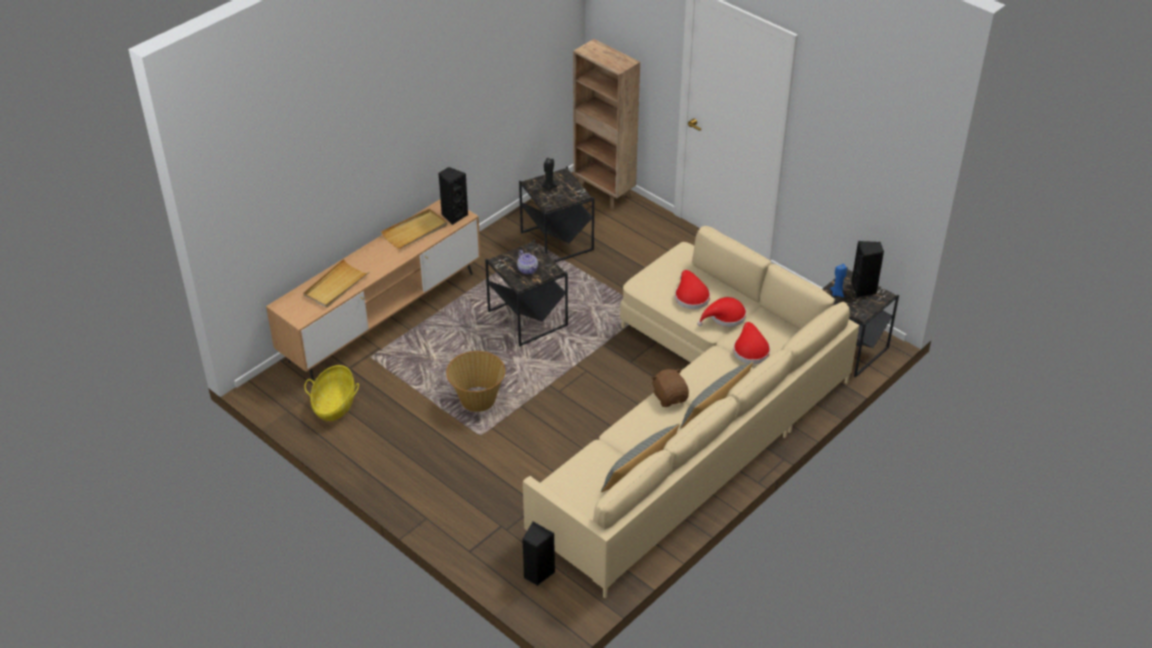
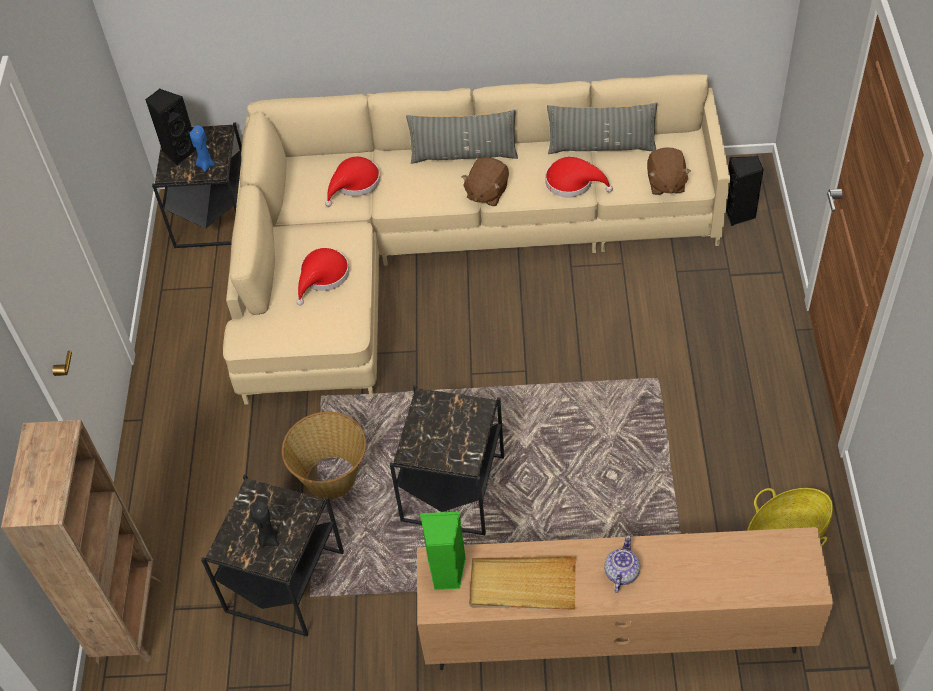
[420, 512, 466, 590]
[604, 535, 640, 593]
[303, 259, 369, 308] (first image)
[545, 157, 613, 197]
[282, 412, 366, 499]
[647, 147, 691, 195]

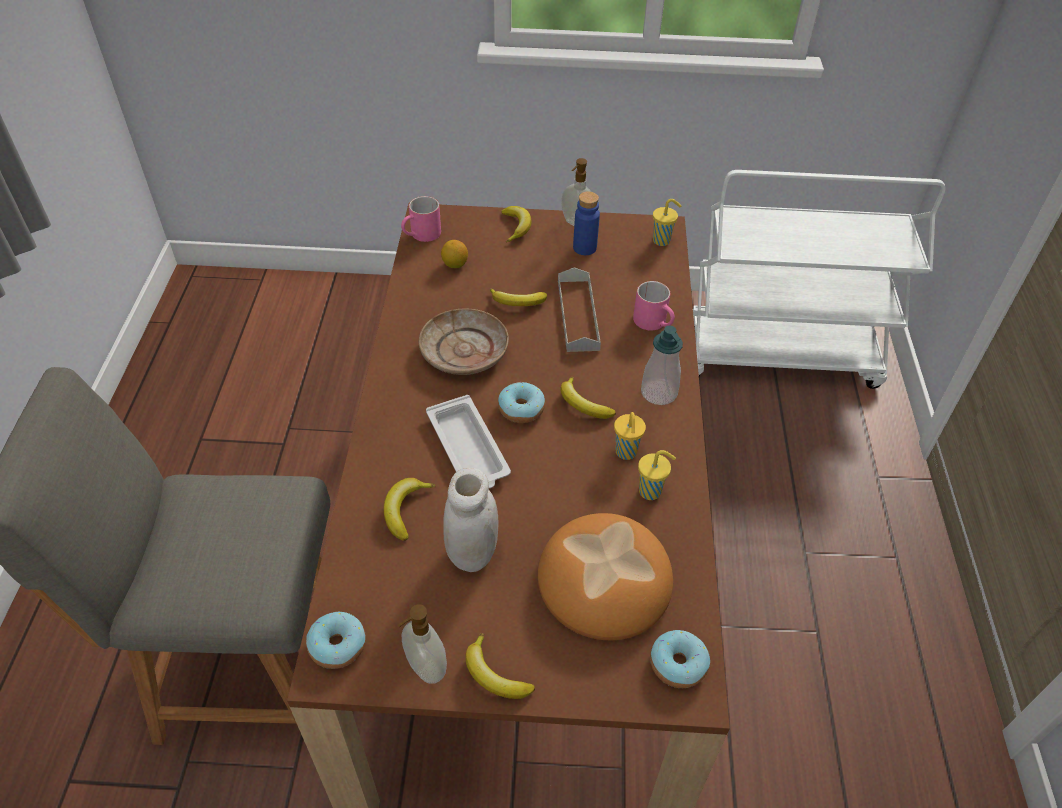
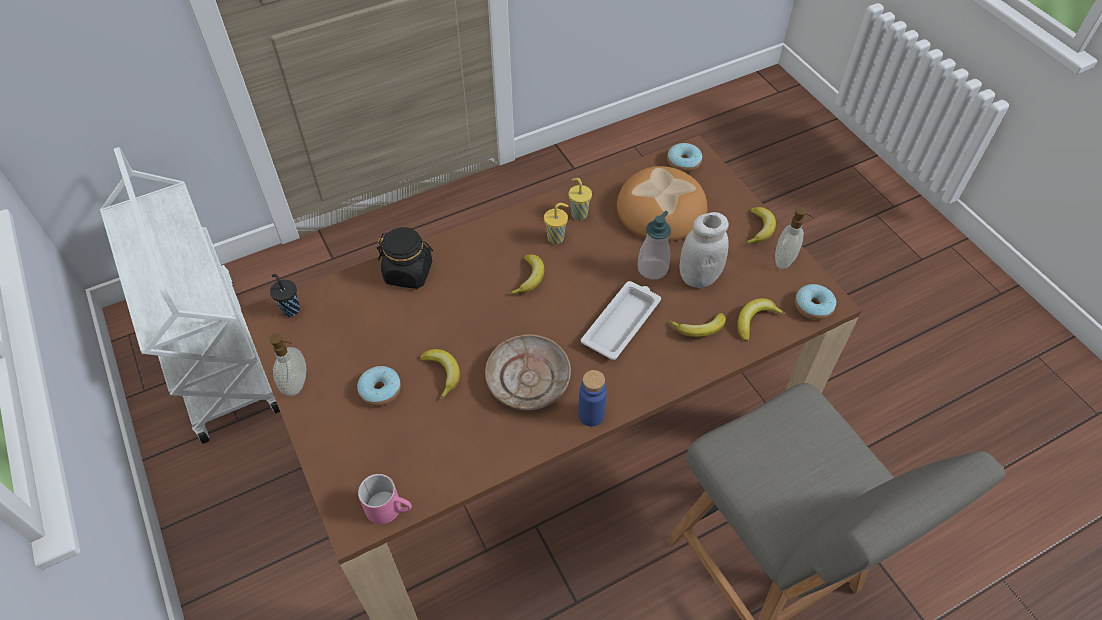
[578, 370, 607, 426]
[270, 274, 300, 317]
[737, 298, 785, 341]
[441, 240, 468, 268] (first image)
[558, 267, 601, 352] (first image)
[377, 227, 433, 289]
[637, 211, 671, 280]
[357, 366, 401, 406]

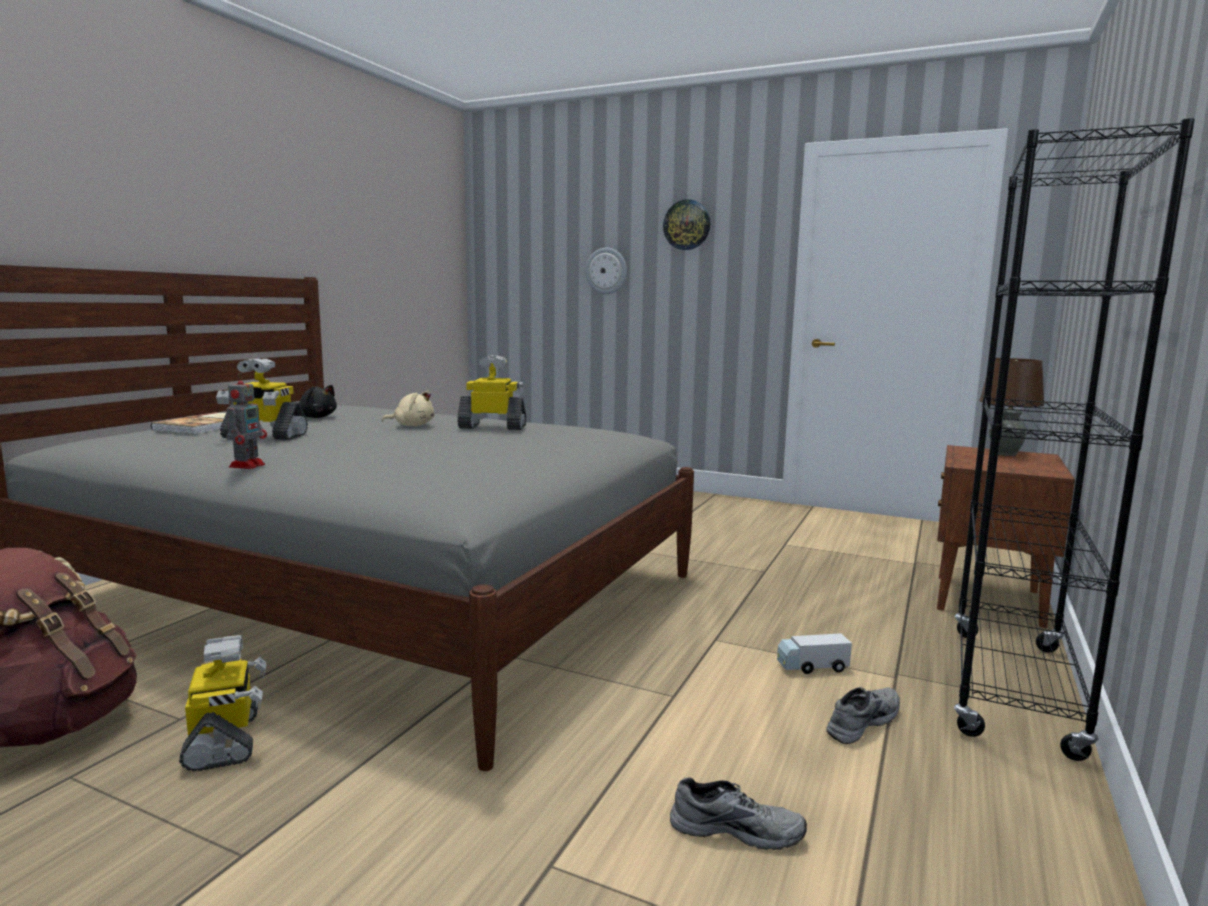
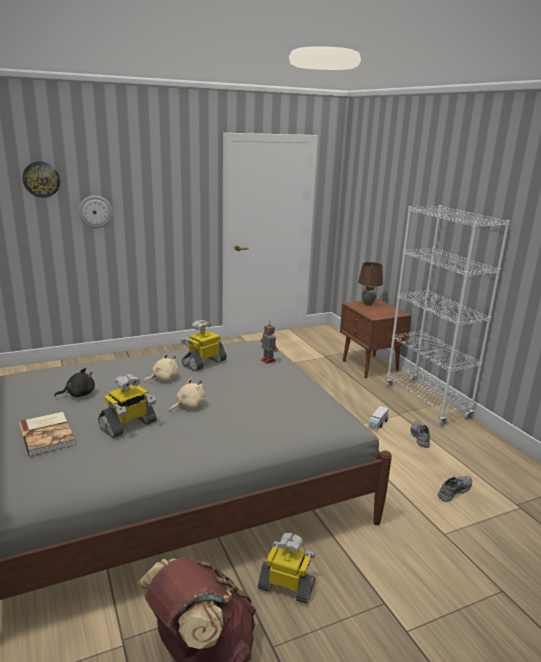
[386, 205, 510, 426]
[22, 162, 60, 198]
[261, 322, 278, 364]
[169, 378, 205, 412]

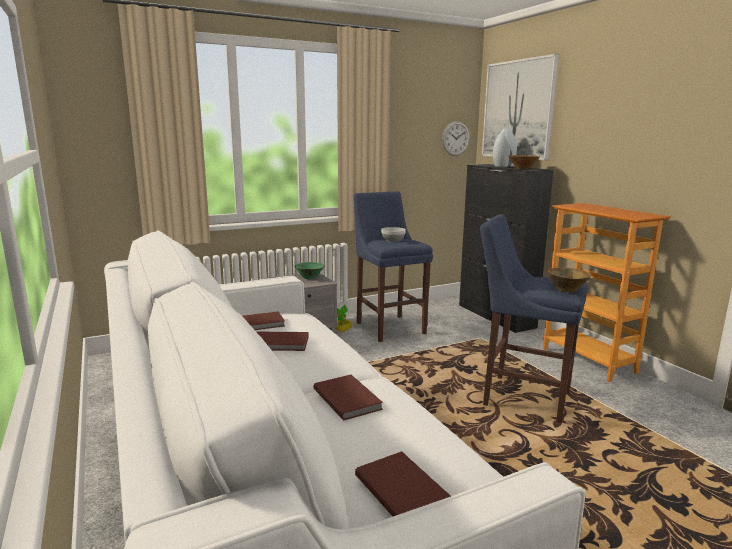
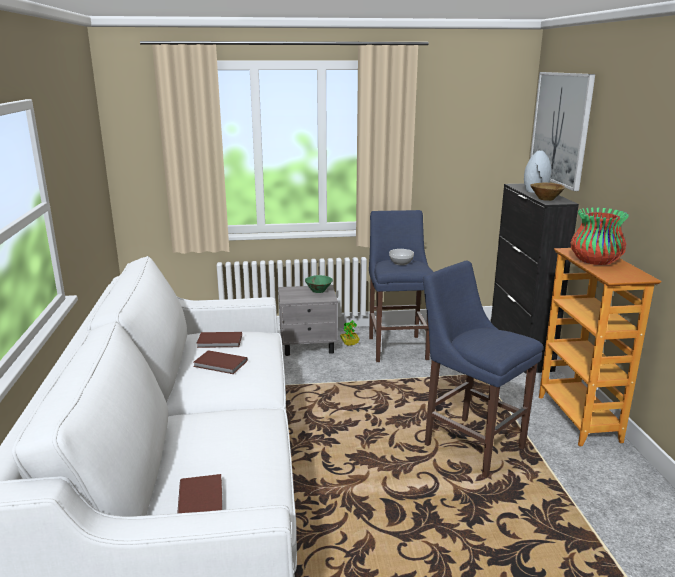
[442, 121, 470, 156] (first image)
[548, 268, 591, 292] (first image)
[314, 375, 383, 420] (first image)
[571, 208, 629, 265]

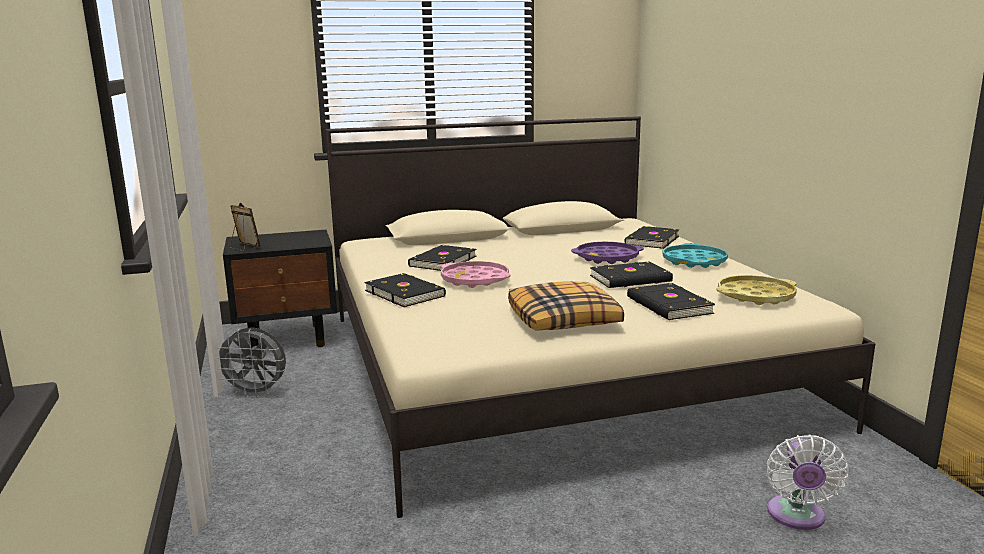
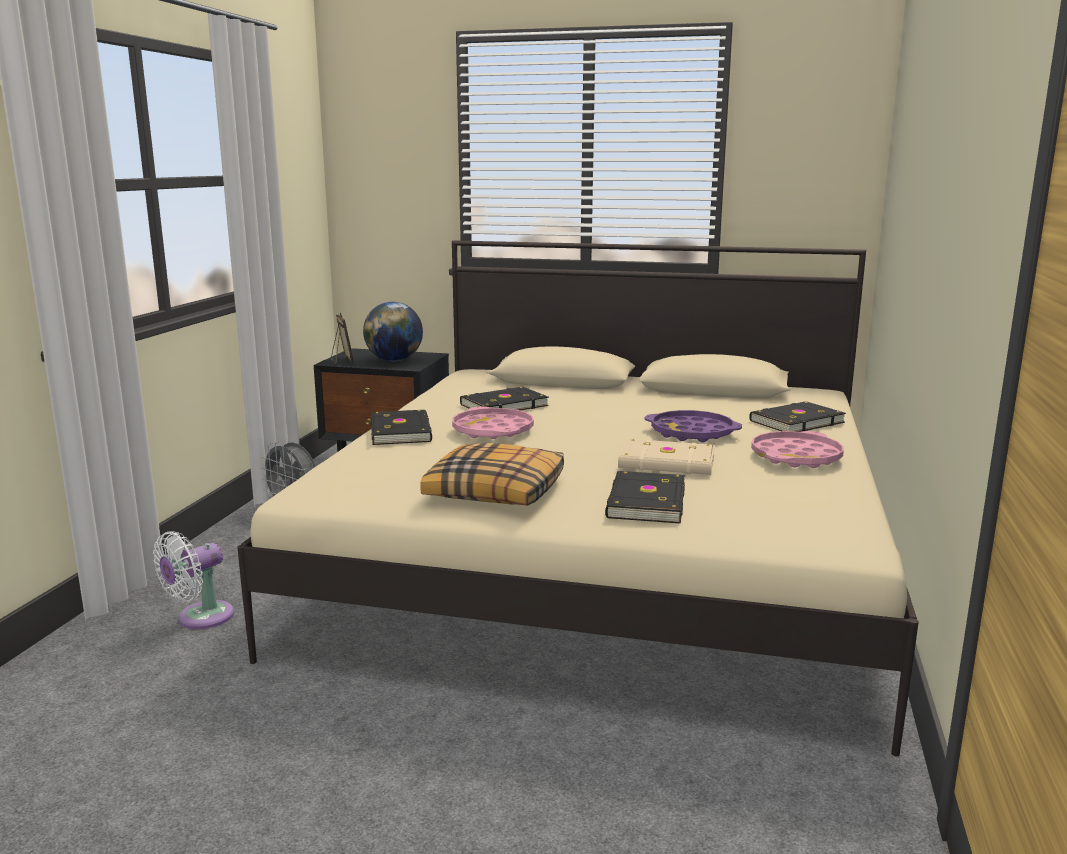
[751, 431, 844, 468]
[618, 439, 715, 475]
[716, 275, 797, 305] (first image)
[153, 531, 234, 629]
[363, 302, 423, 361]

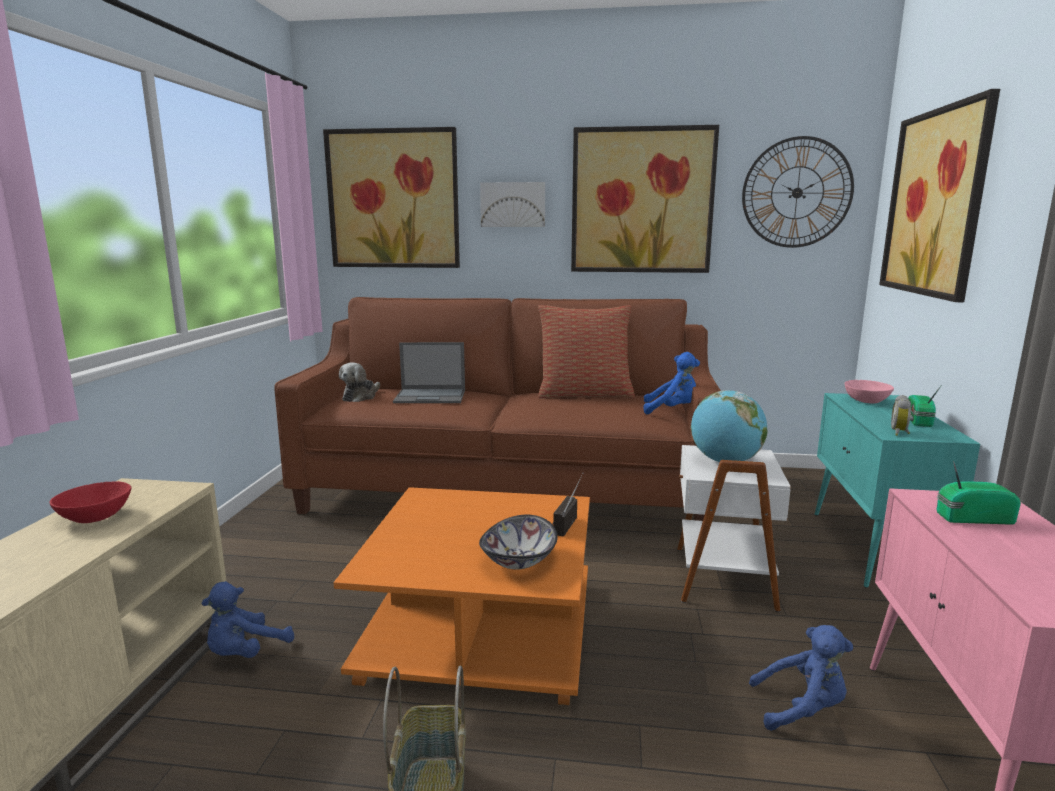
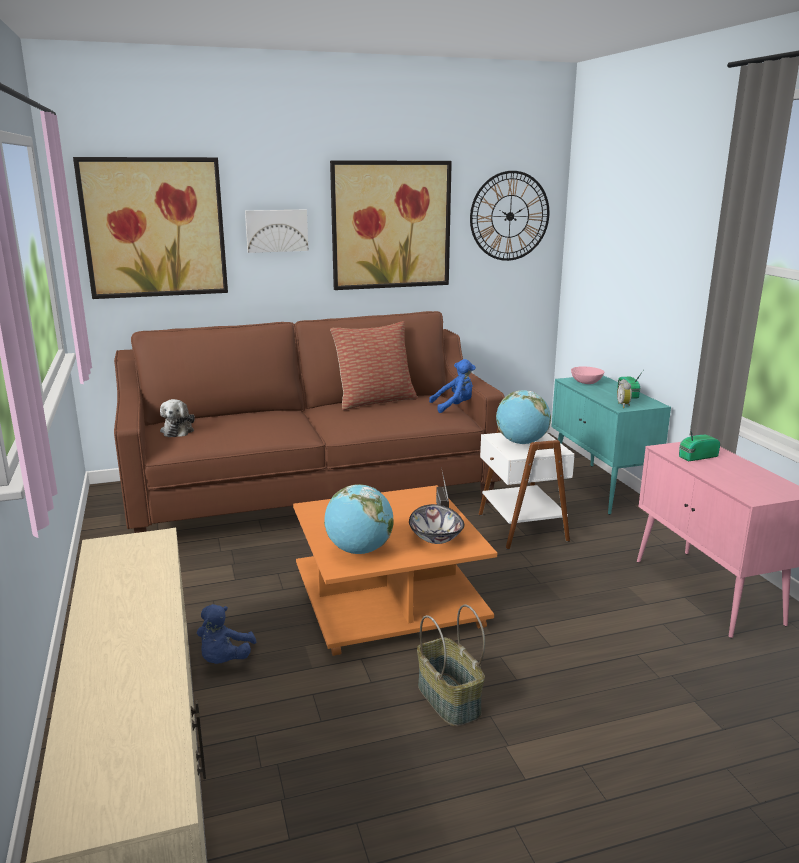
[879, 89, 1000, 302] (first image)
[393, 342, 465, 403] (first image)
[50, 481, 132, 523] (first image)
[749, 625, 853, 731] (first image)
[324, 484, 394, 554]

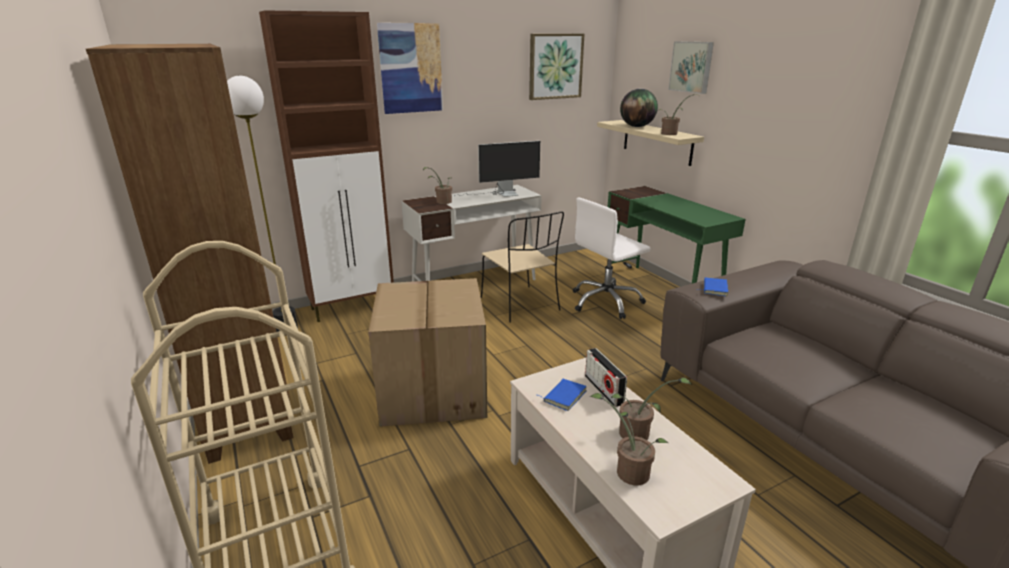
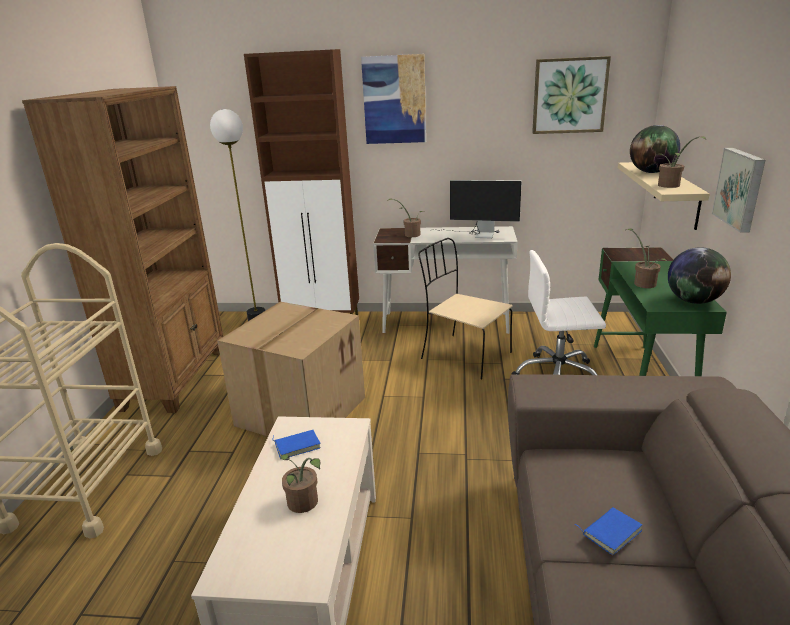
[712, 148, 765, 233]
[418, 238, 513, 379]
[574, 507, 642, 555]
[585, 348, 627, 407] (first image)
[626, 228, 668, 288]
[668, 247, 731, 304]

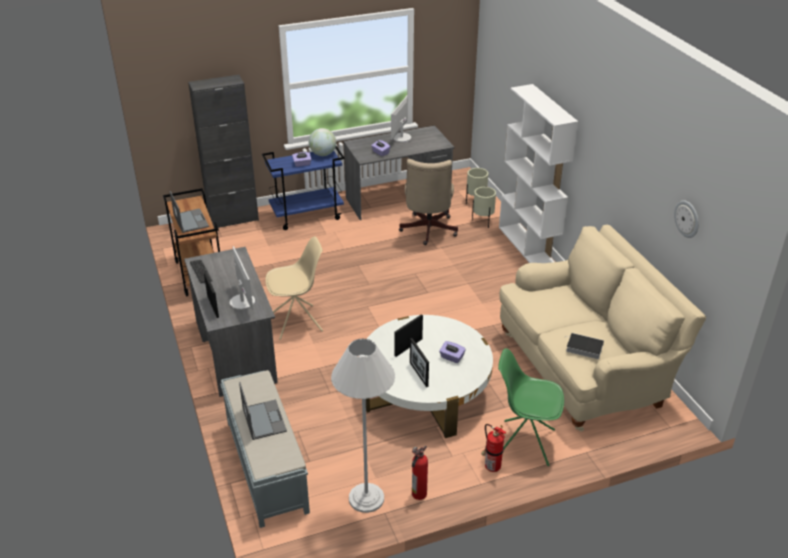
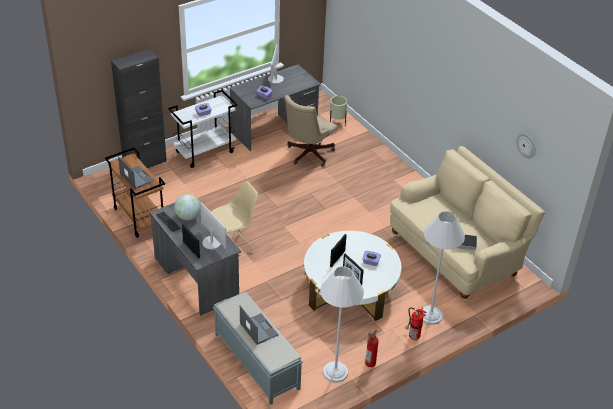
[499, 84, 578, 263] (first image)
[174, 194, 201, 220]
[168, 90, 238, 168]
[284, 95, 337, 166]
[472, 187, 496, 228] (first image)
[422, 211, 465, 325]

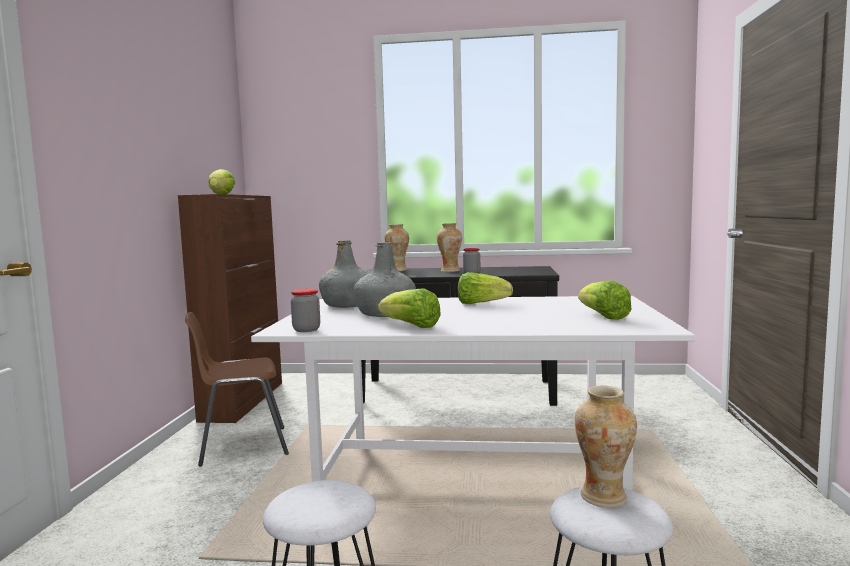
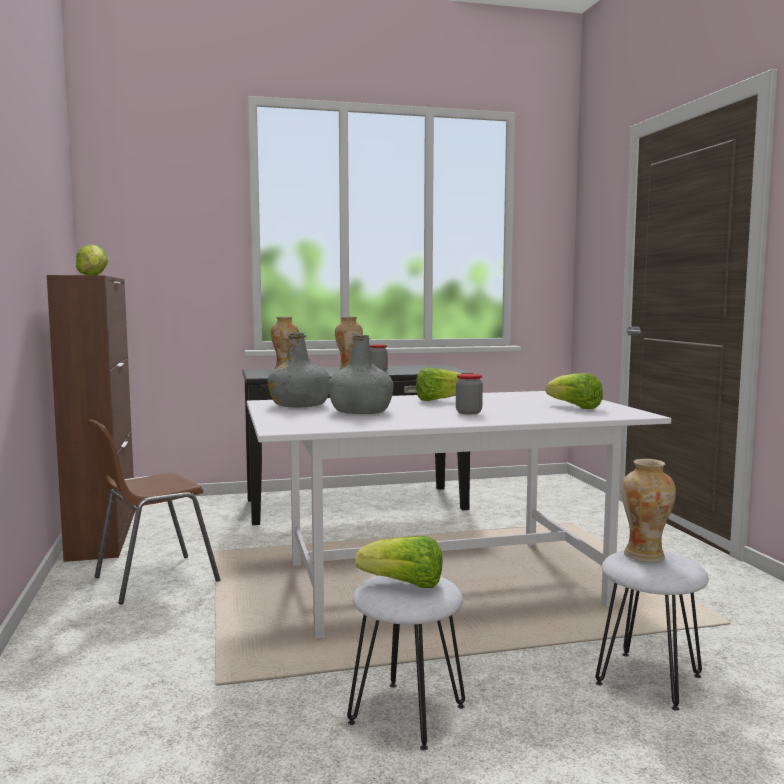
[456, 373, 483, 414]
[355, 536, 442, 588]

